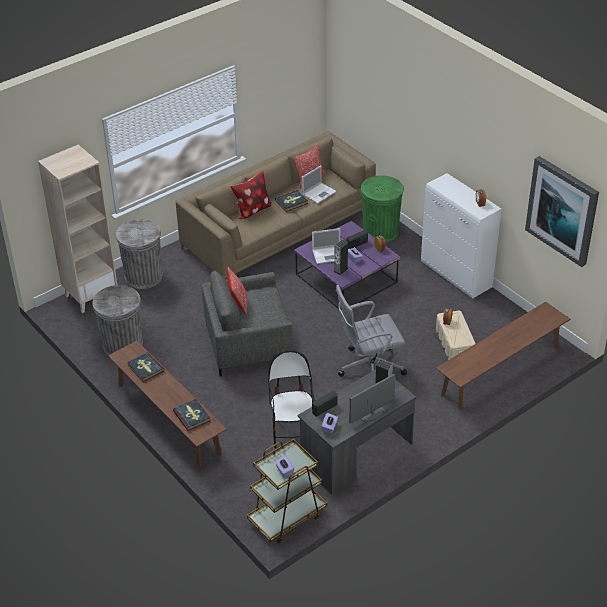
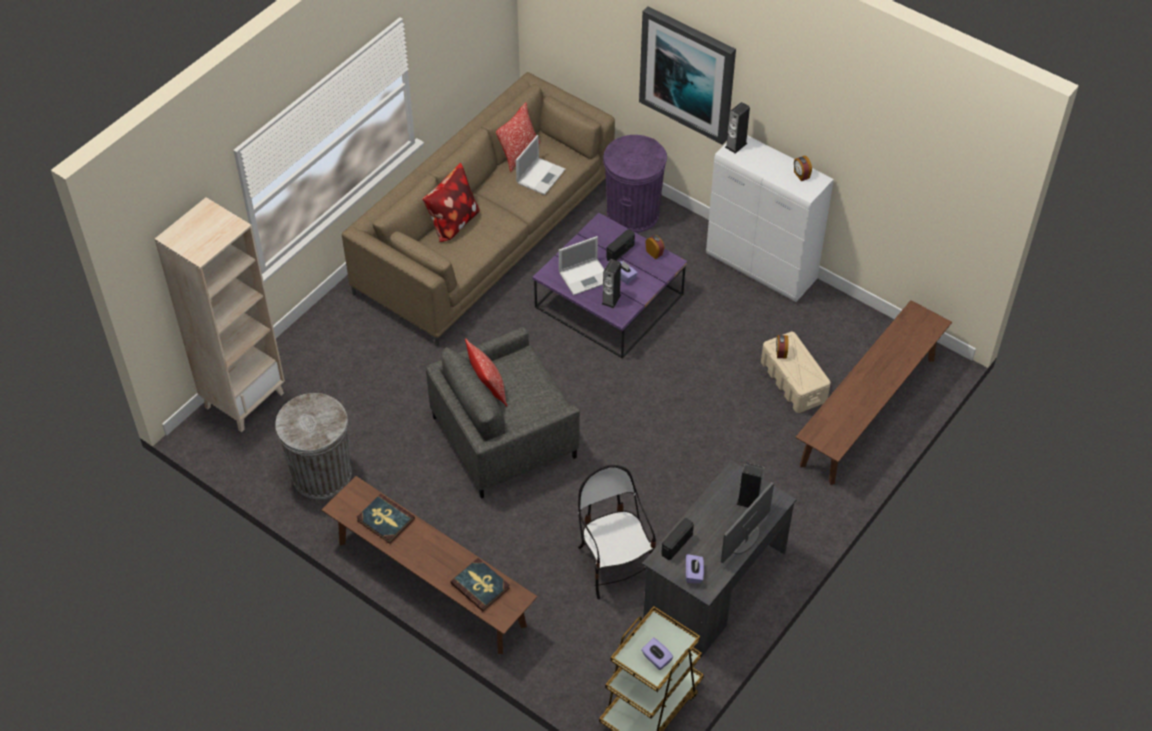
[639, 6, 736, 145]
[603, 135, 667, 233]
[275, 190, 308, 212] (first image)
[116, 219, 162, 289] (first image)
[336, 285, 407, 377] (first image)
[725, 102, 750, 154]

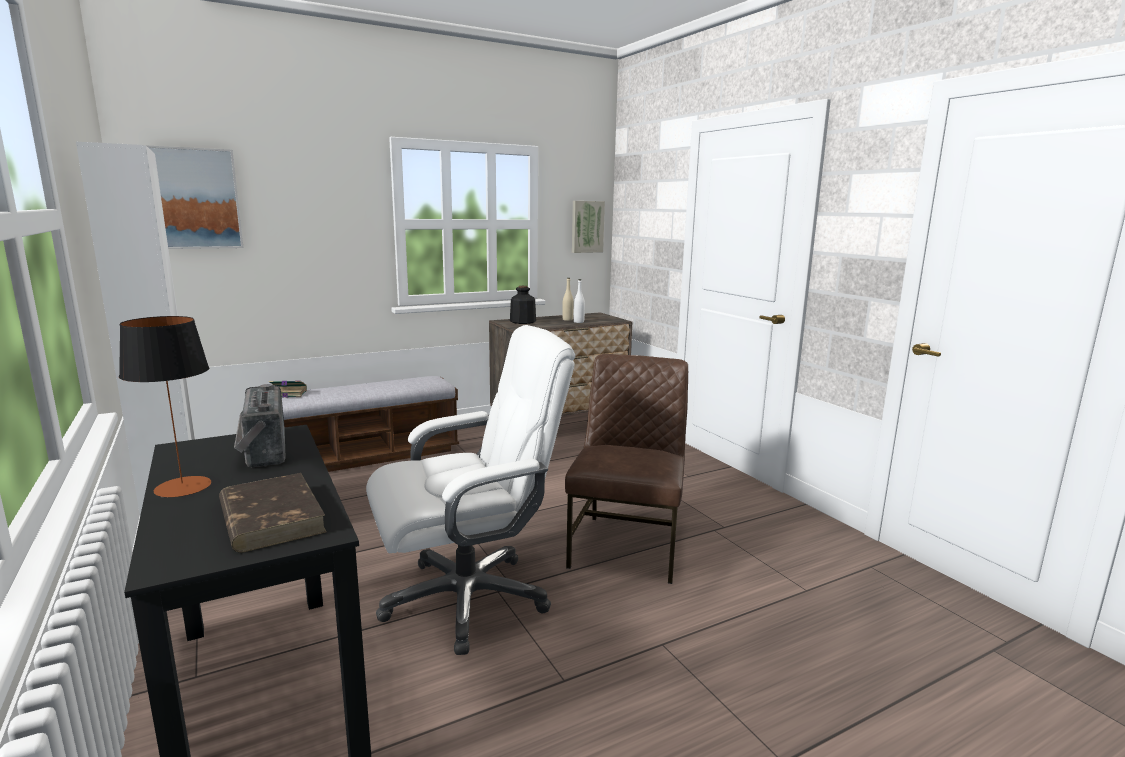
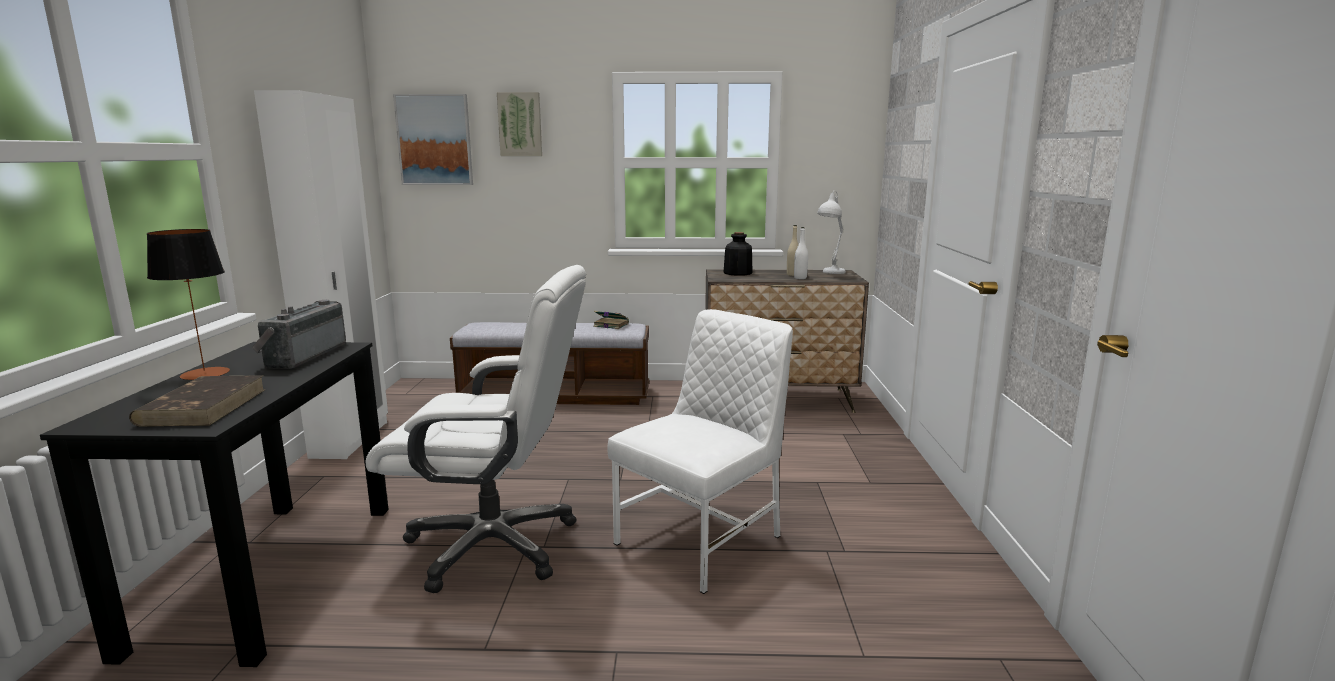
[497, 92, 542, 156]
[607, 309, 793, 594]
[593, 311, 629, 329]
[817, 191, 846, 274]

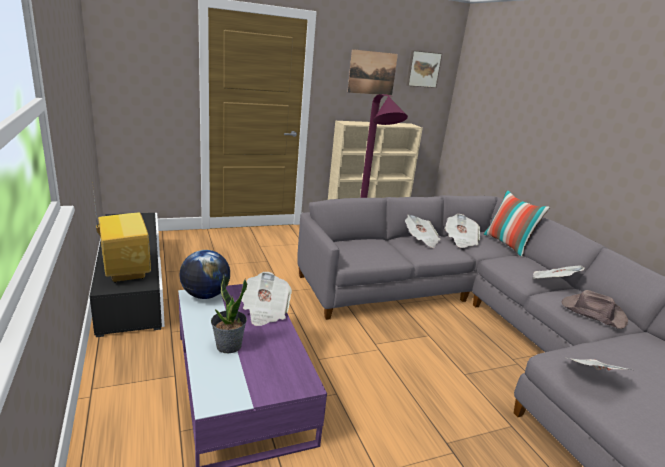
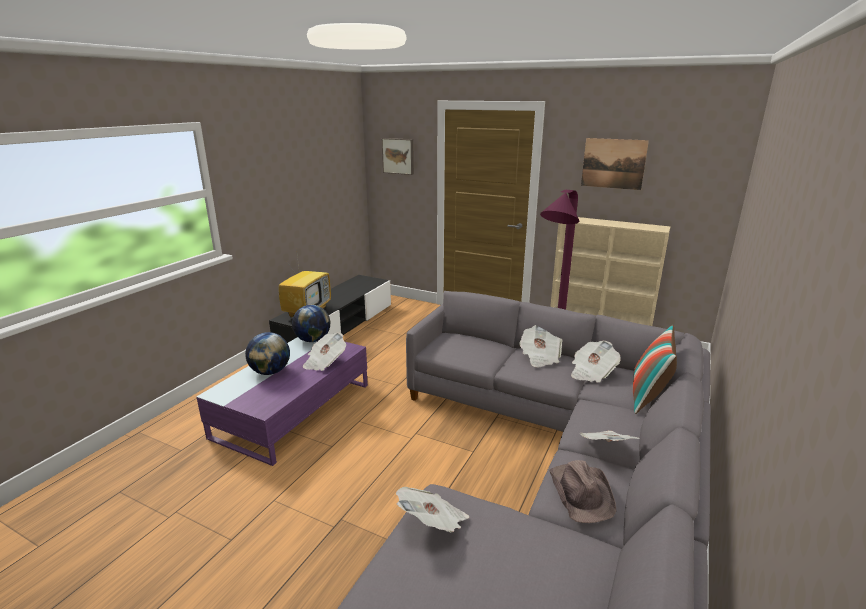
[382, 138, 414, 175]
[245, 332, 290, 375]

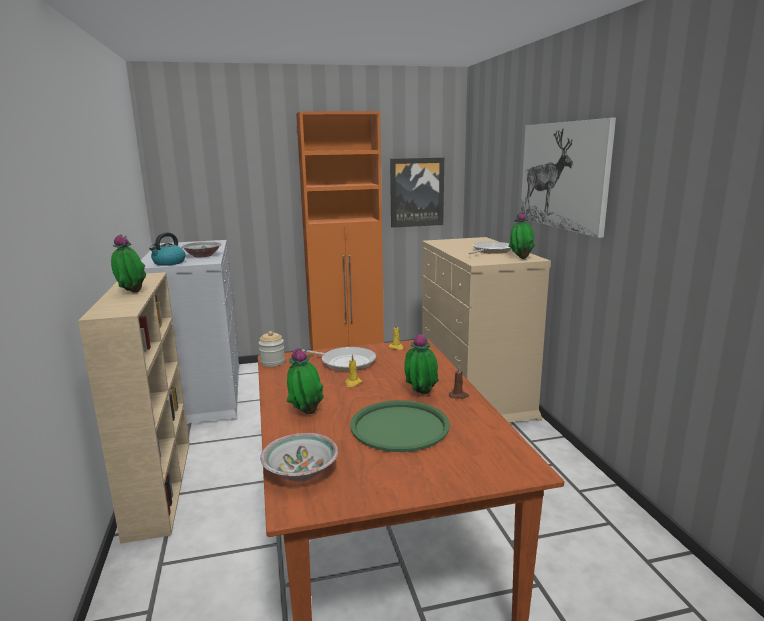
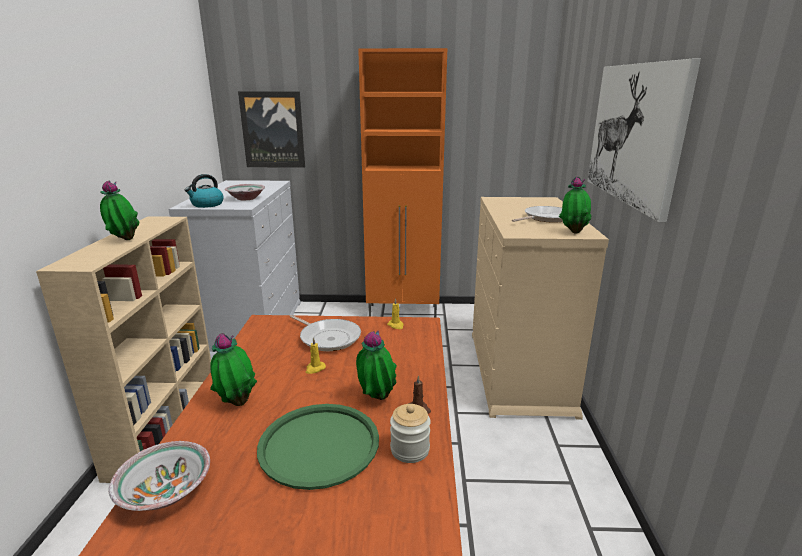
[238, 92, 305, 168]
[390, 404, 431, 463]

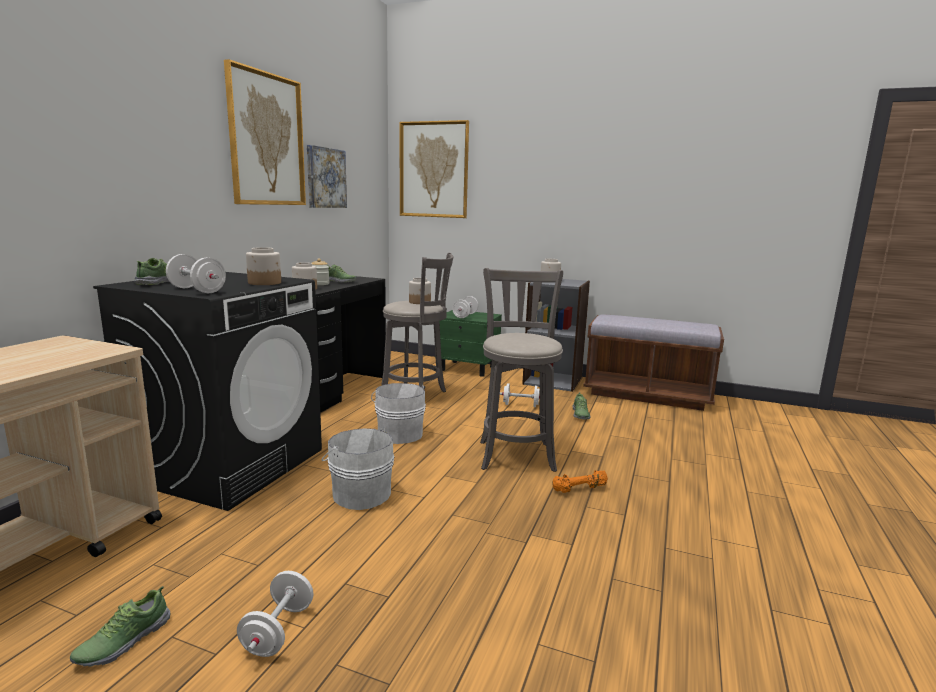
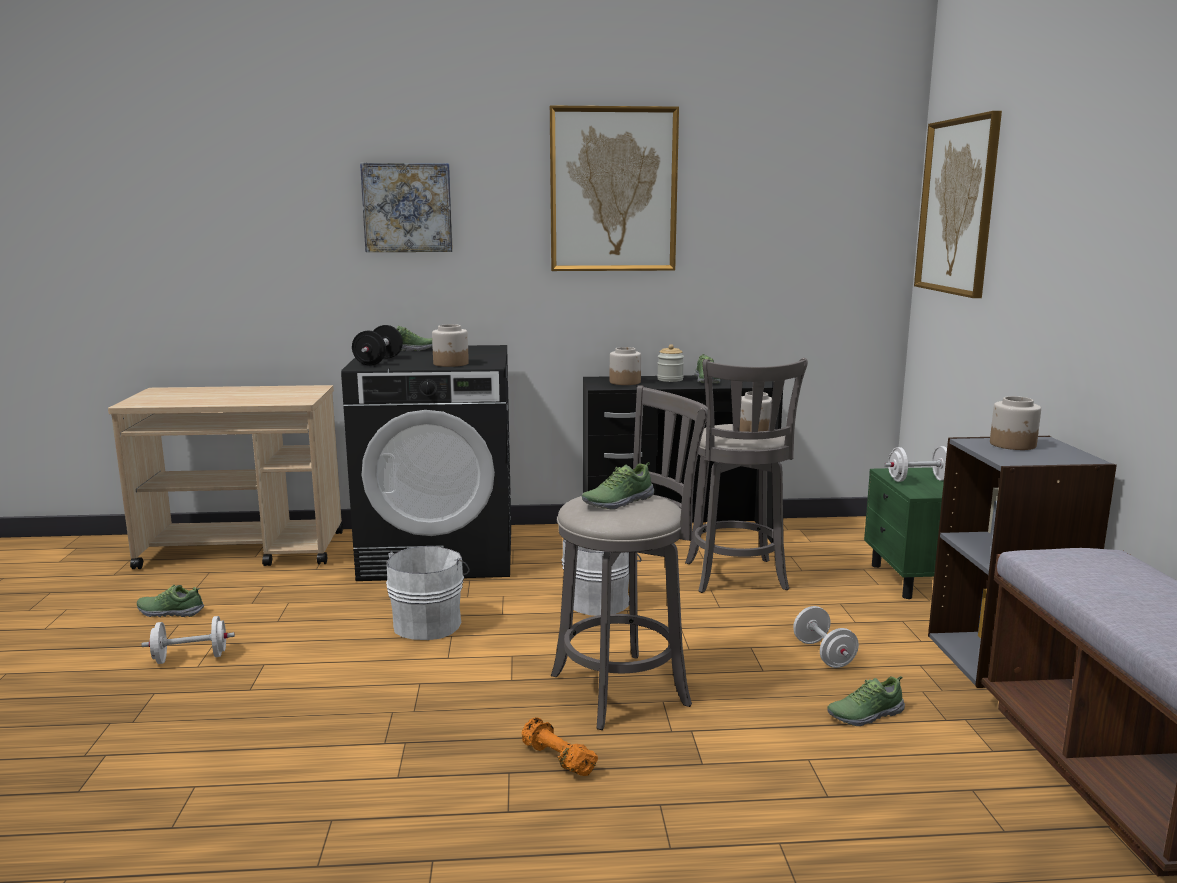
[360, 163, 453, 252]
[352, 325, 403, 366]
[582, 462, 654, 510]

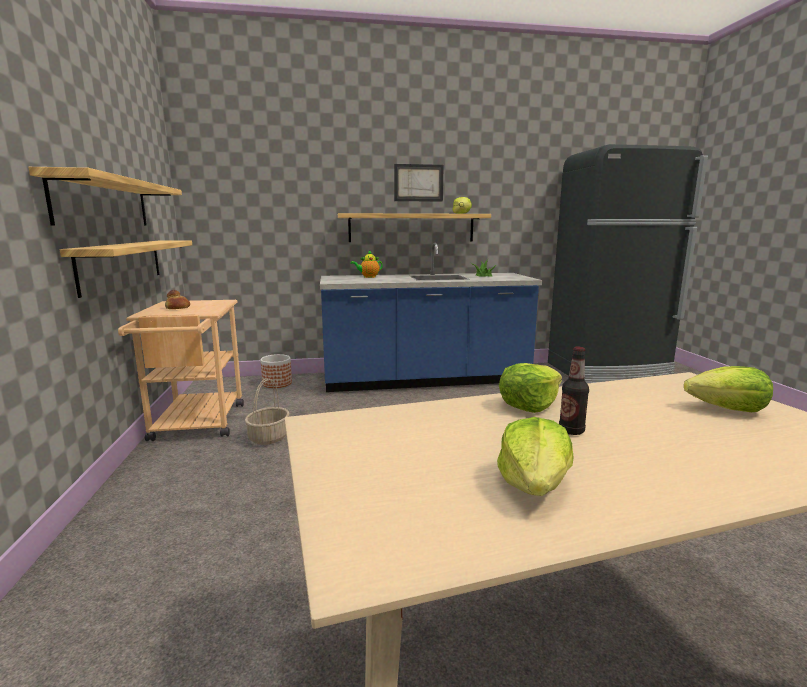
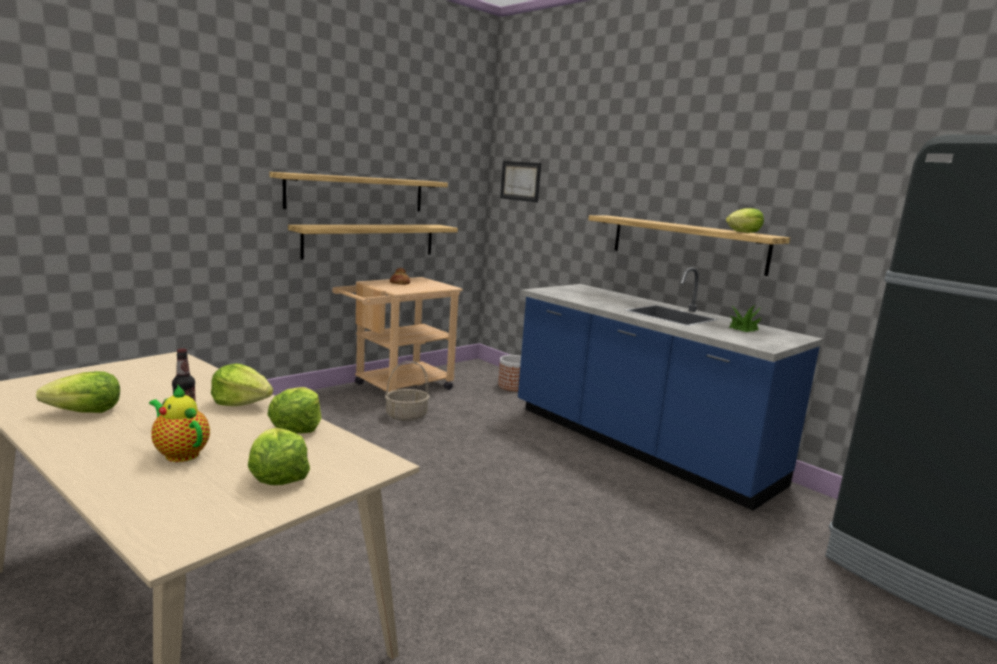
[500, 161, 541, 202]
[149, 385, 210, 462]
[267, 387, 321, 433]

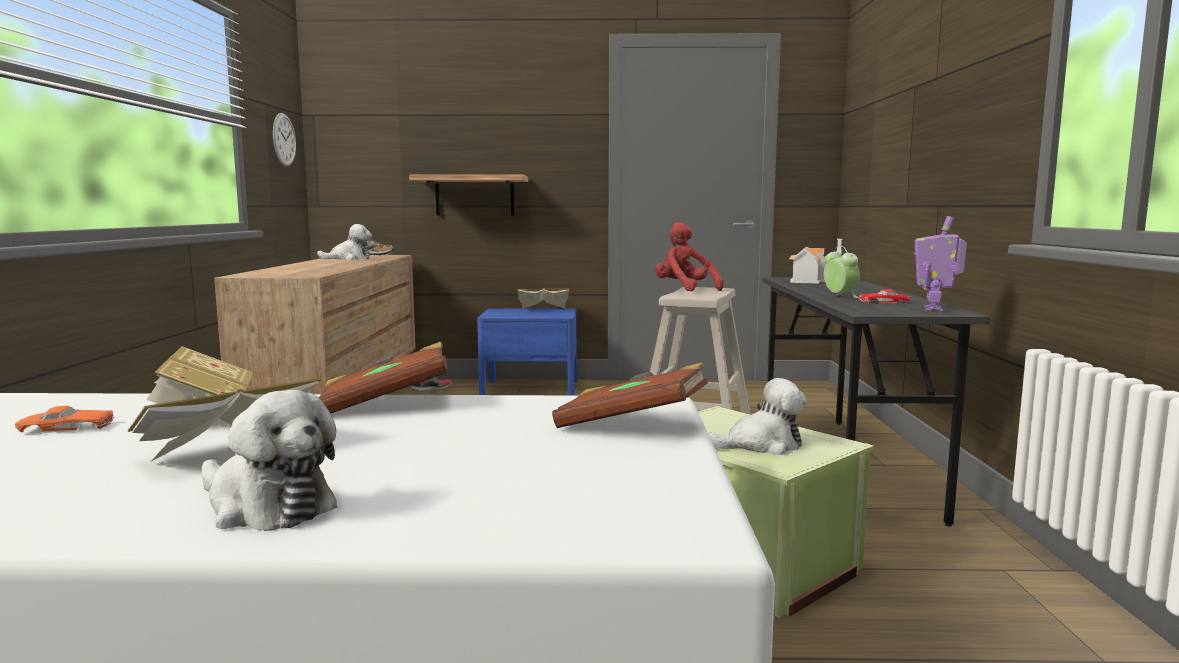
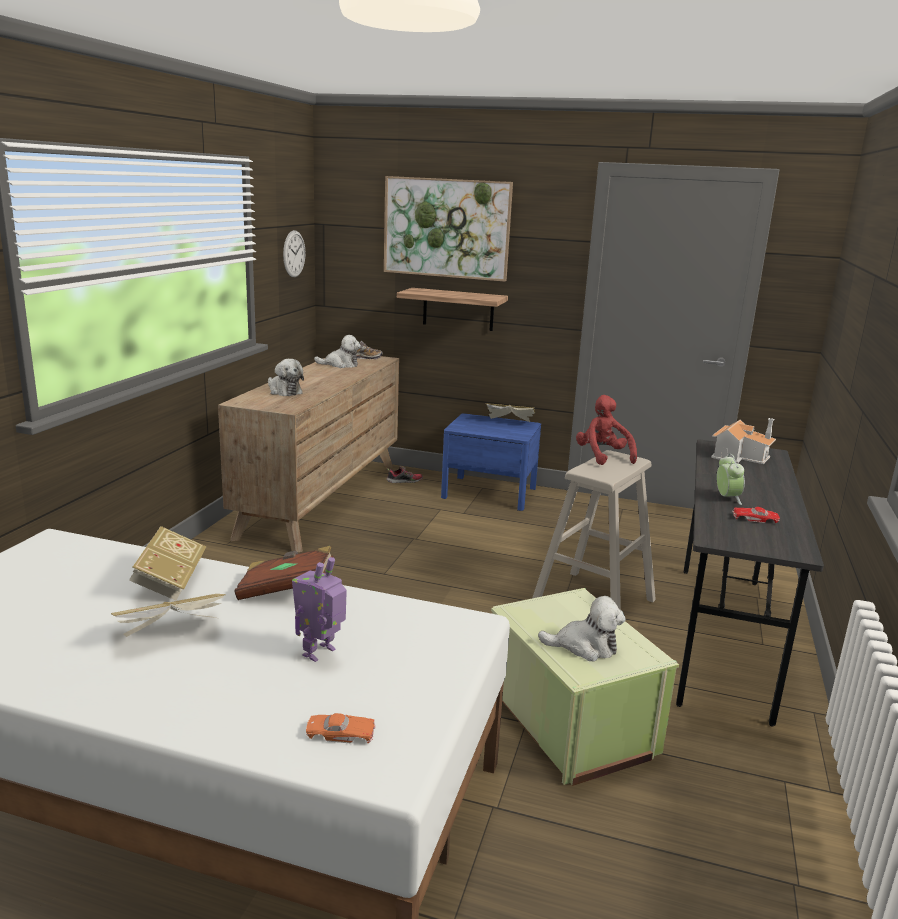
[292, 557, 347, 662]
[552, 362, 708, 428] (first image)
[268, 359, 304, 396]
[306, 713, 376, 743]
[384, 176, 513, 282]

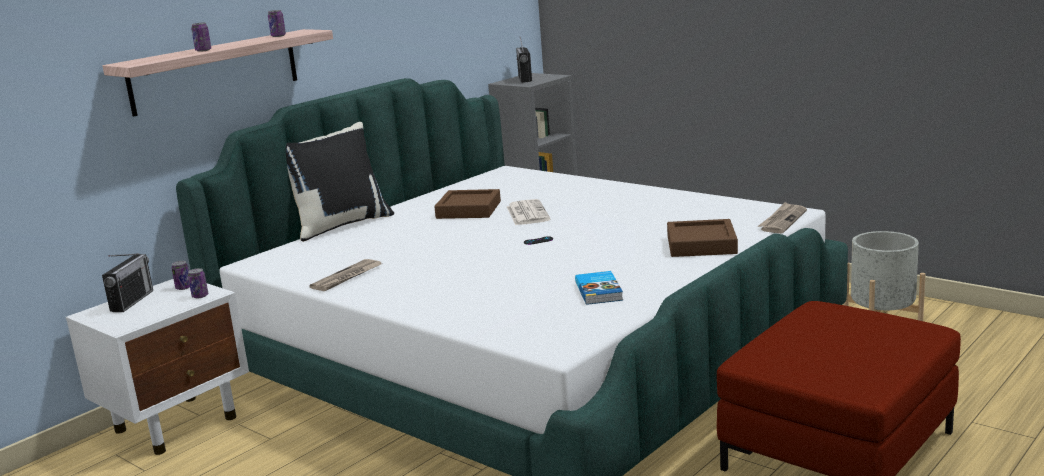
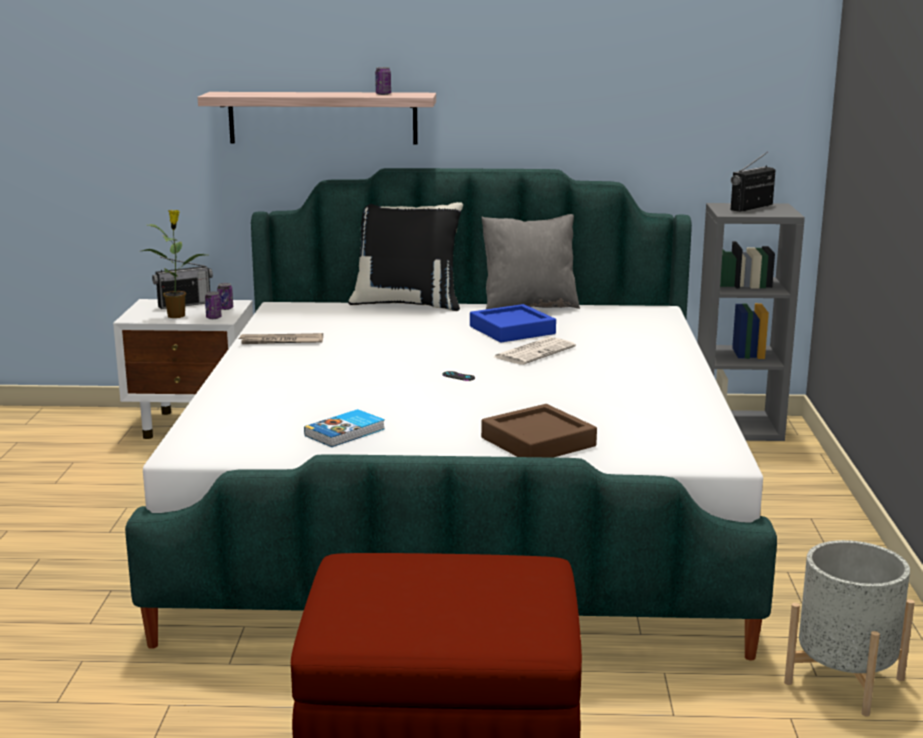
[191, 23, 211, 52] (first image)
[470, 304, 556, 343]
[758, 202, 807, 233] (first image)
[142, 210, 204, 318]
[481, 214, 580, 309]

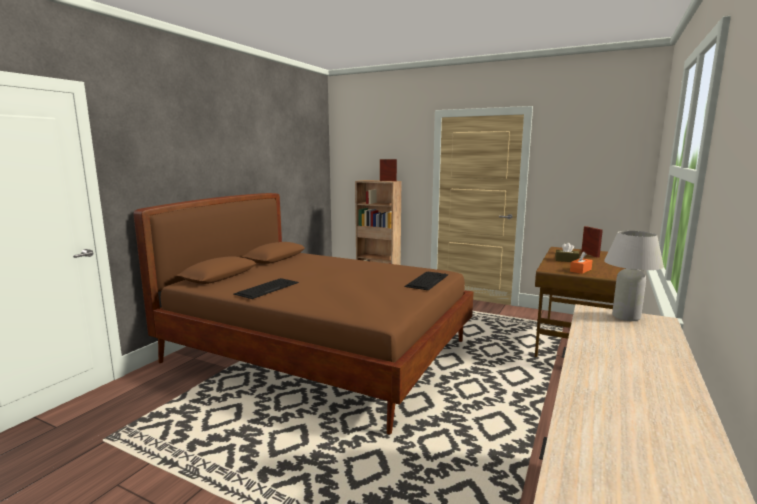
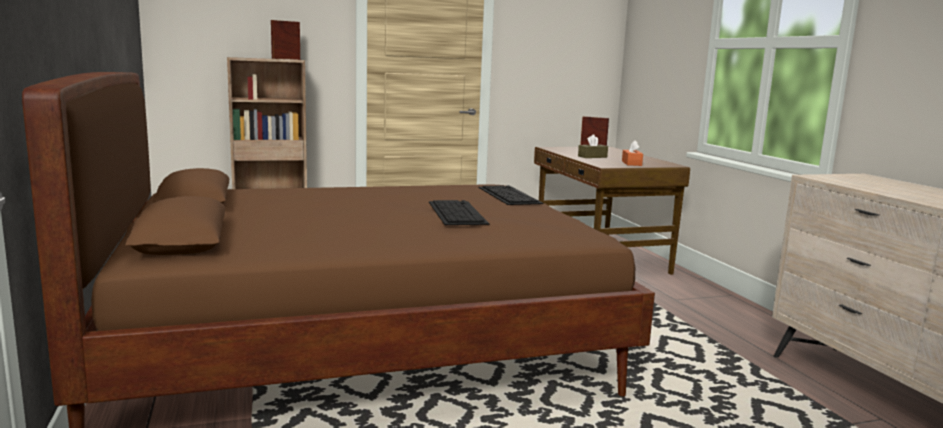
[604, 231, 664, 321] (first image)
[429, 200, 489, 225]

